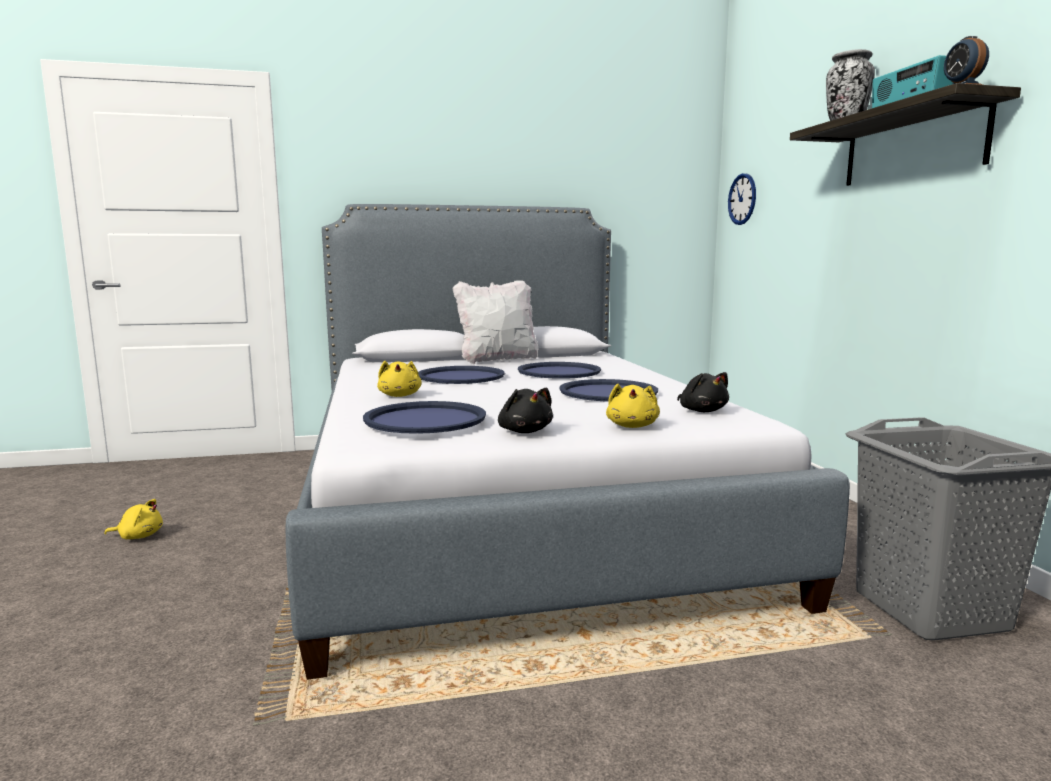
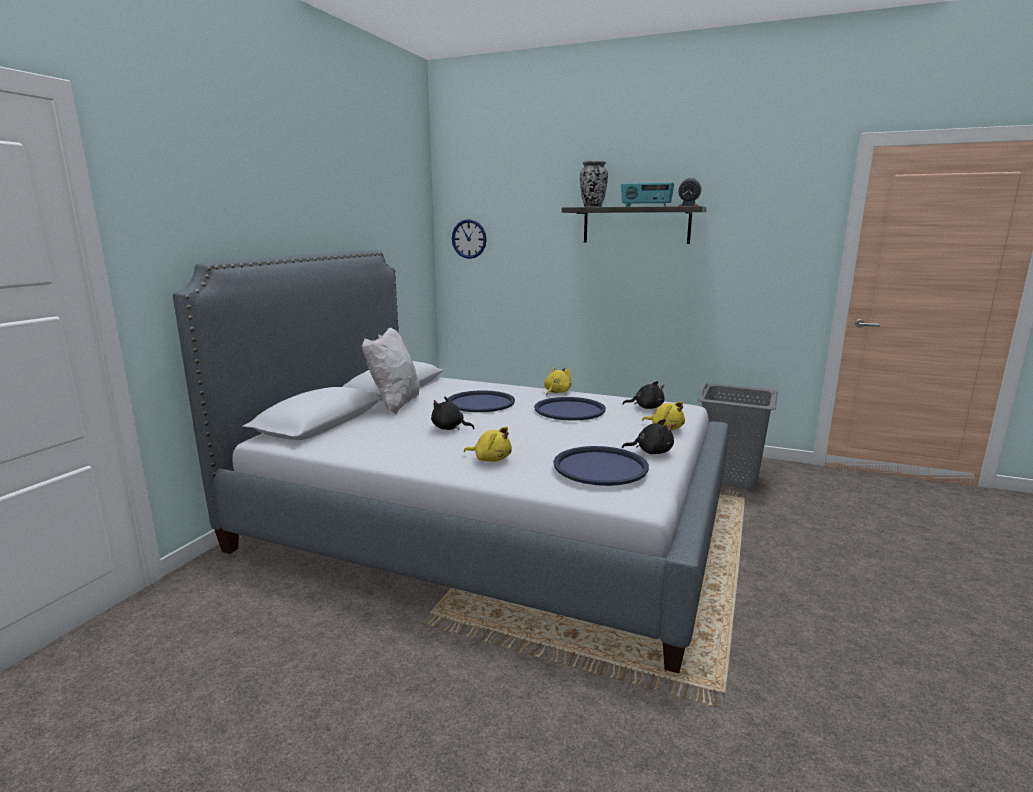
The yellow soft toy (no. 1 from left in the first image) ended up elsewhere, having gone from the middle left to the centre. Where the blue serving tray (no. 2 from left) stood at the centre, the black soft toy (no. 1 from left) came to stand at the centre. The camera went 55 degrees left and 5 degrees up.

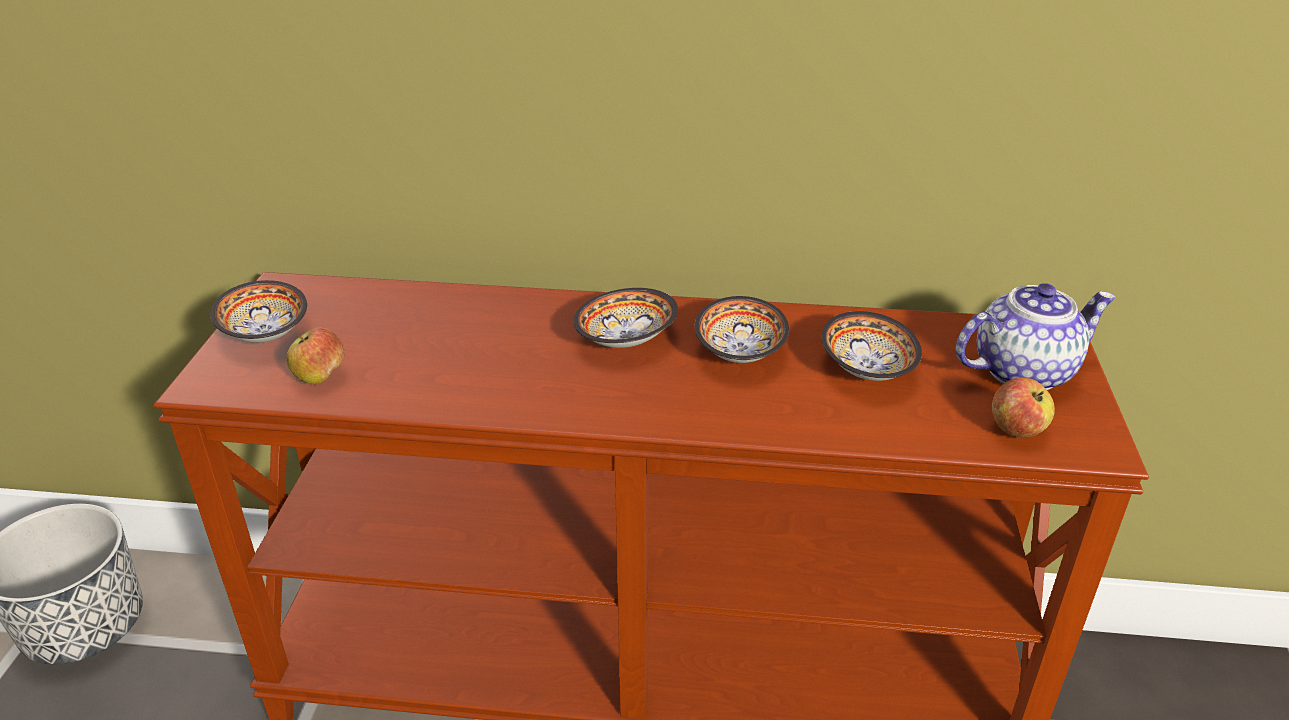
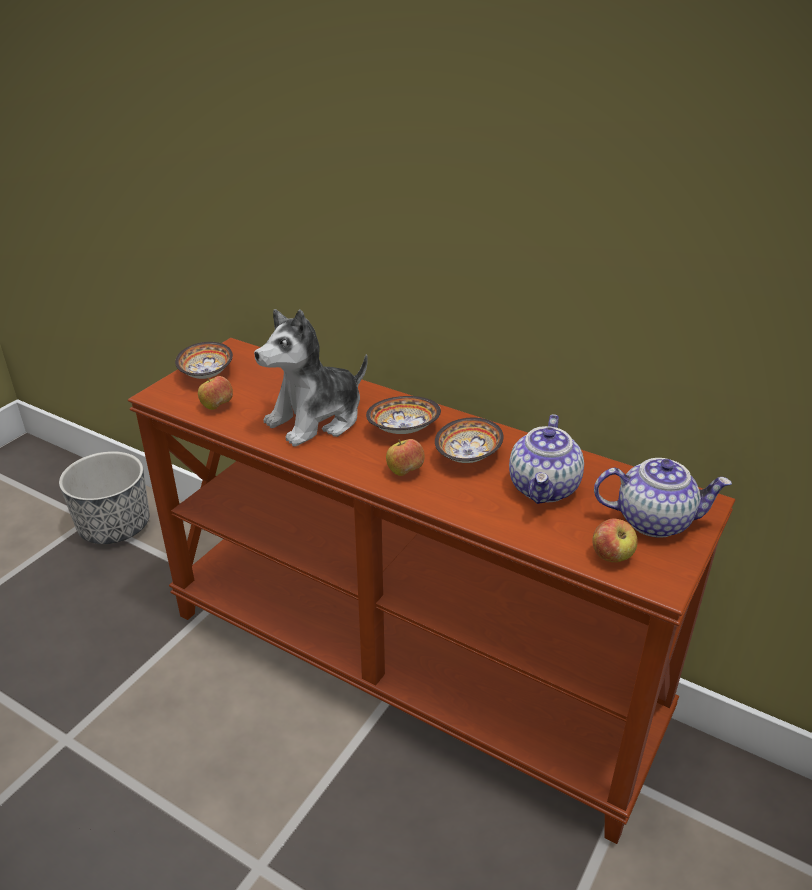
The second view gained the soft toy at the centre. The second view gained the whole apple (no. 2 from left) at the centre. Where the serving bowl (no. 4 from left) stood at the middle right, the pot for tea (no. 1 from left) came to stand at the middle right. The camera went 25 degrees right and 0 degrees up.

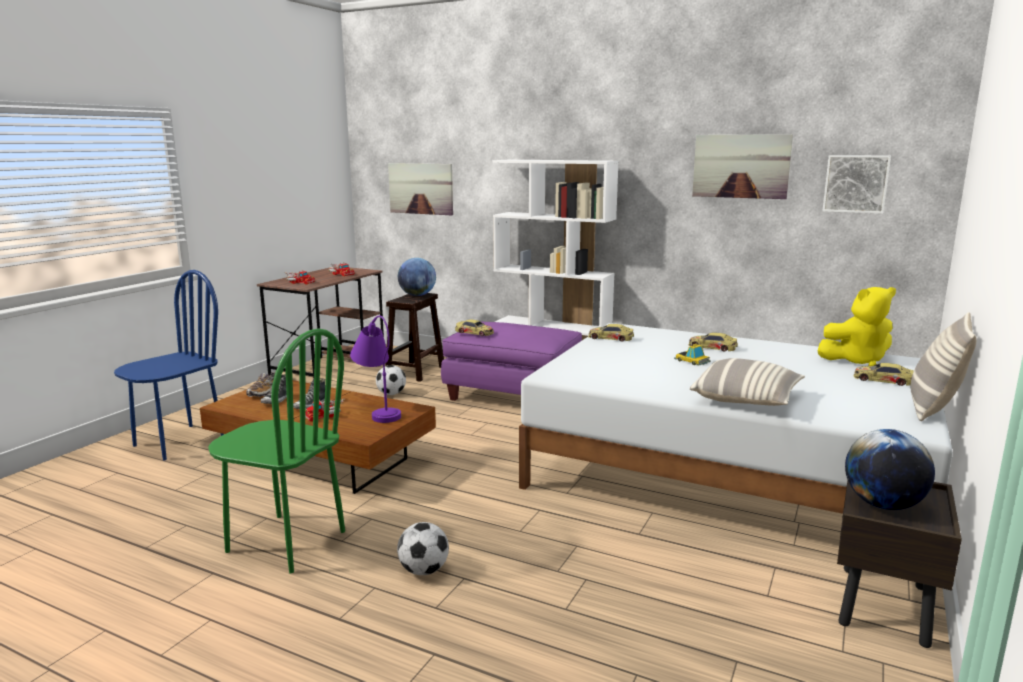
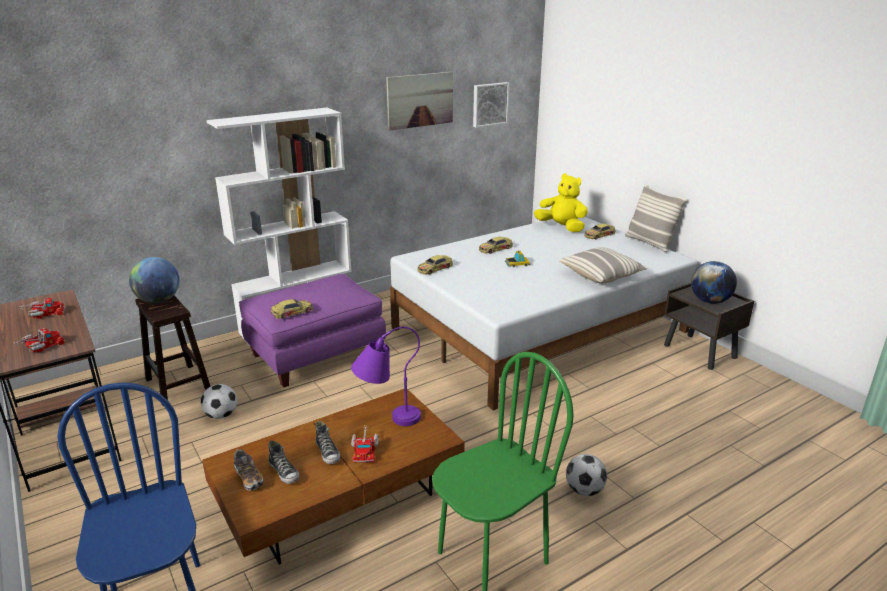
The second view lost the wall picture (no. 1 from left) at the top centre. The yellow soft toy at the middle right ended up facing another way, 75 degrees counterclockwise from before. The camera went 60 degrees left and 10 degrees up.

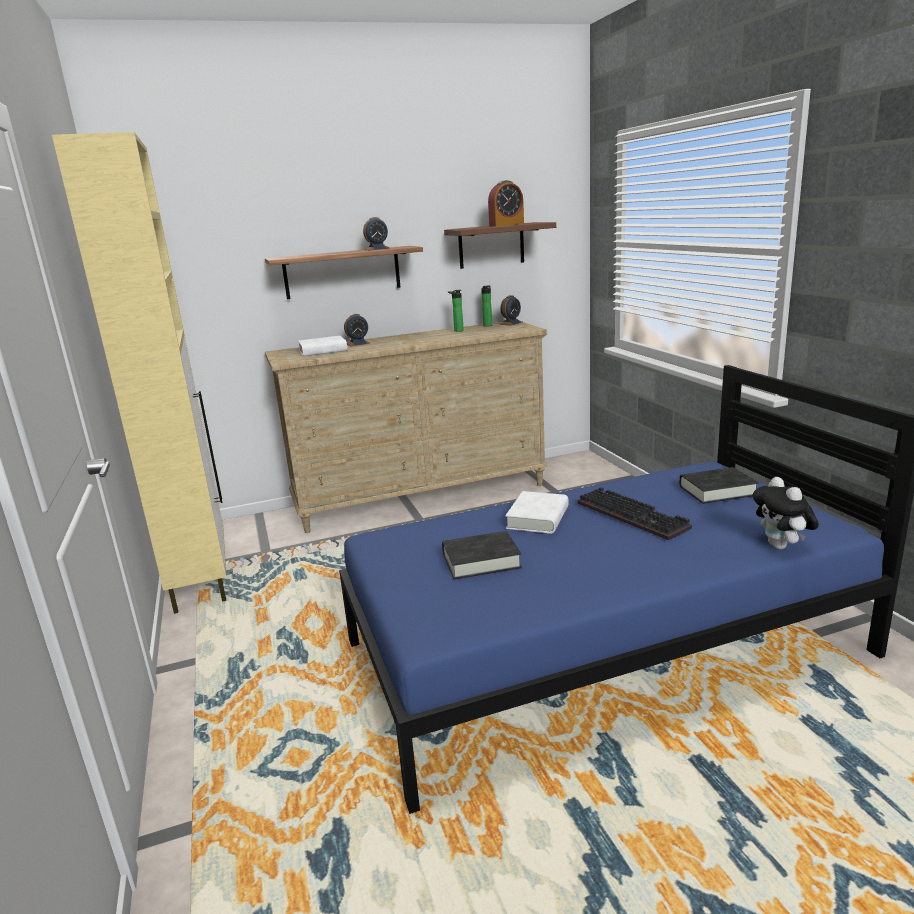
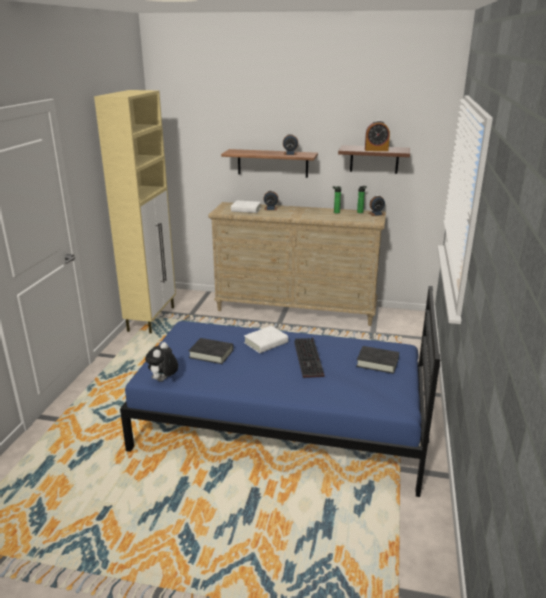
The soft toy ended up elsewhere, having gone from the middle right to the middle left. The camera went 30 degrees right and 5 degrees up.

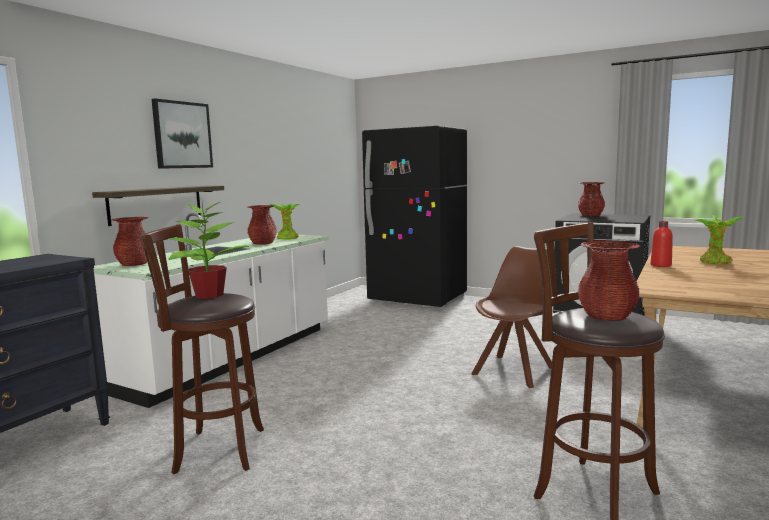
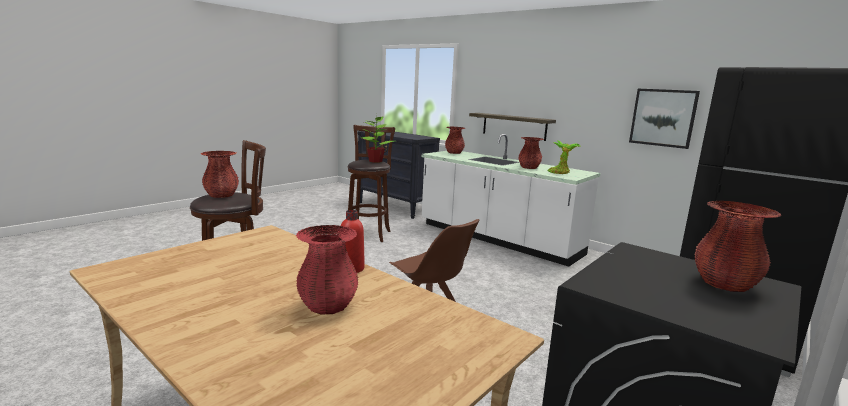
The wall picture ended up elsewhere, having gone from the top left to the top right. Where the potted plant (no. 3 from left) stood at the middle right, the red flower vase (no. 2 from left) came to stand at the centre. The camera went 100 degrees right and 5 degrees up.

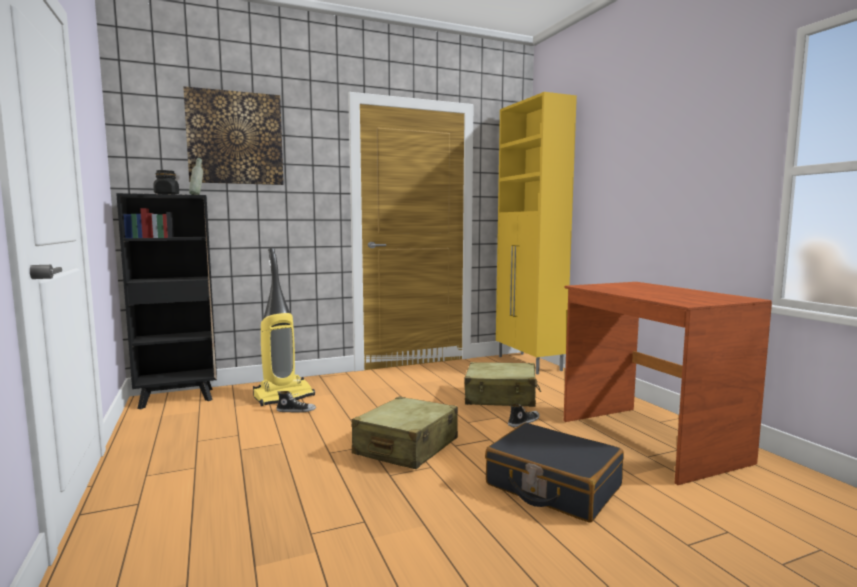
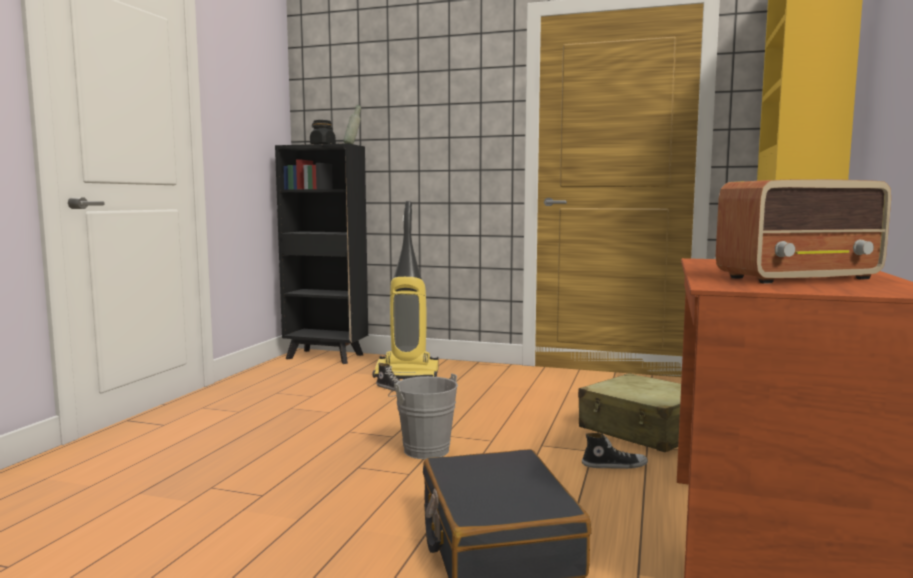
The second view lost the wall picture at the top left. The second view gained the radio set at the middle right. Where the sand-coloured travel case (no. 1 from left) stood at the bottom centre, the gray bucket came to stand at the bottom centre. The camera went 40 degrees right and 0 degrees up.

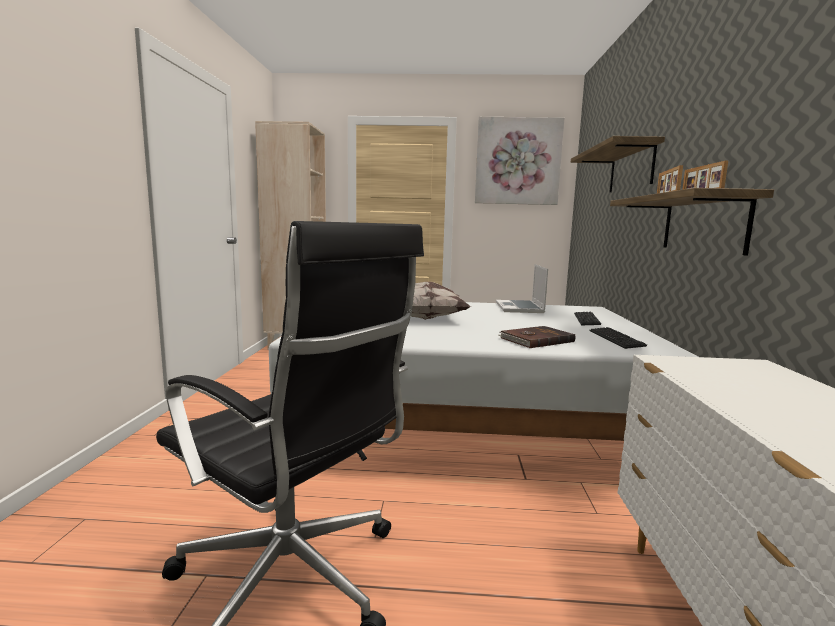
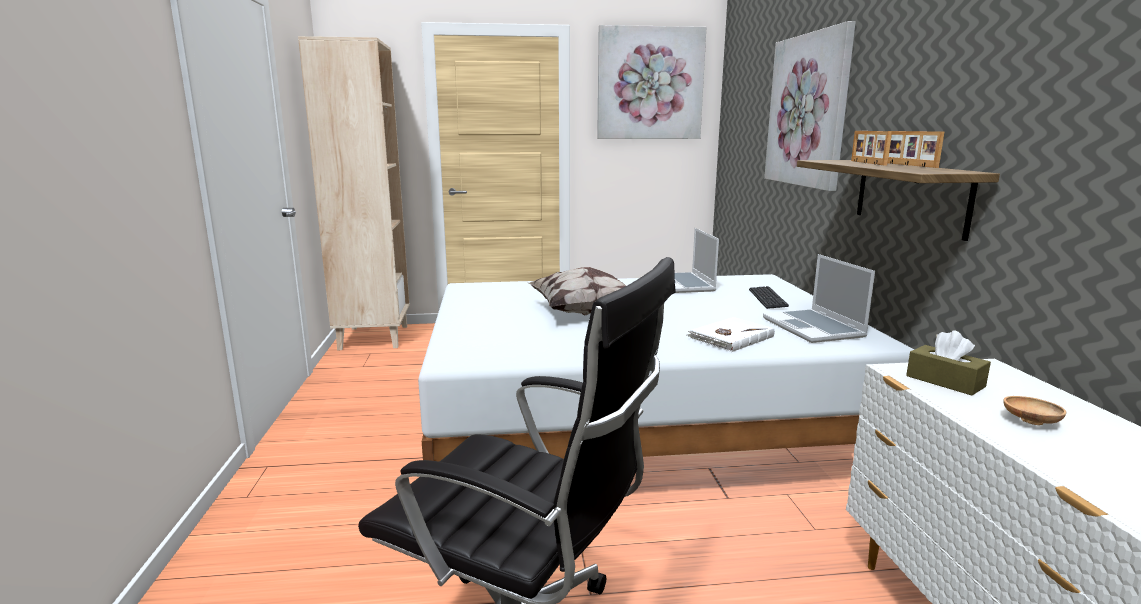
The second view gained the brown-coloured tissue box at the middle right. The second view gained the brown-coloured serving bowl at the bottom right. Where the wall shelf (no. 1 from left) hung at the top right, the wall picture (no. 2 from left) came to hang at the top right. Where the computer keyboard (no. 2 from left) stood at the middle right, the laptop (no. 2 from left) came to stand at the middle right. What was the brown-coloured volume at the centre turned into the white volume at the centre. The camera went 10 degrees left and 5 degrees up.

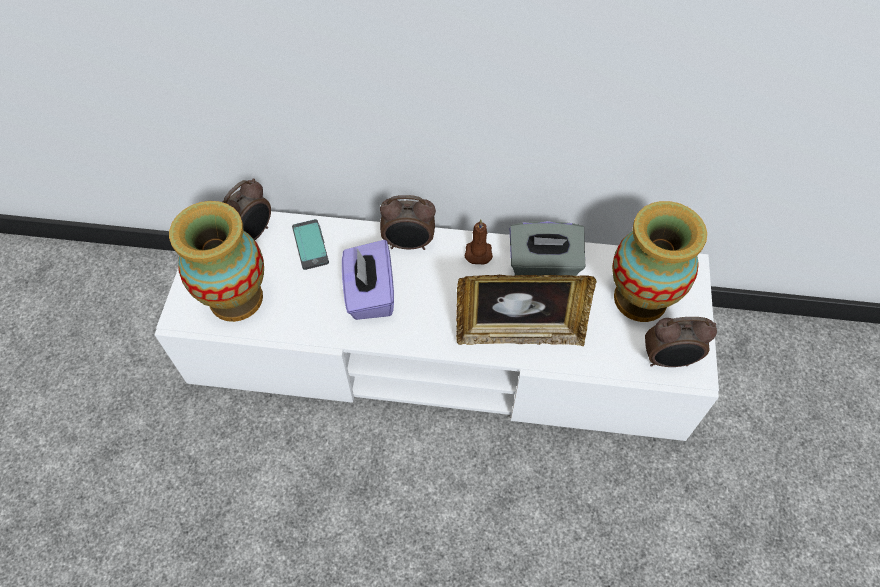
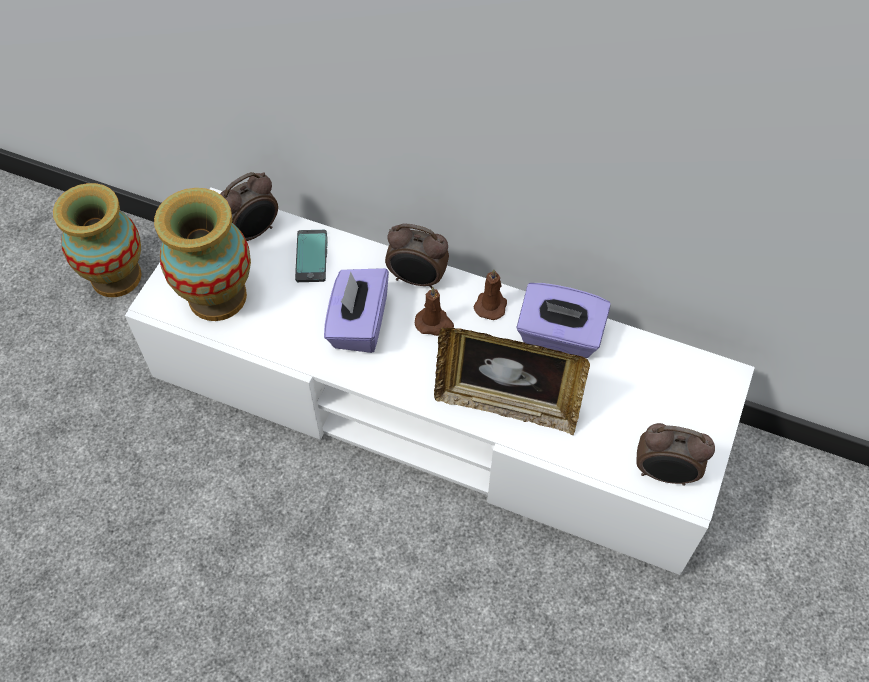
The second view gained the brown-coloured candle (no. 1 from left) at the centre. The flower vase (no. 2 from left in the first image) ended up elsewhere, having gone from the middle right to the middle left. What was the gray tissue box at the centre turned into the purplish tissue box (no. 2 from left) at the centre. The camera went 15 degrees right and 0 degrees up.

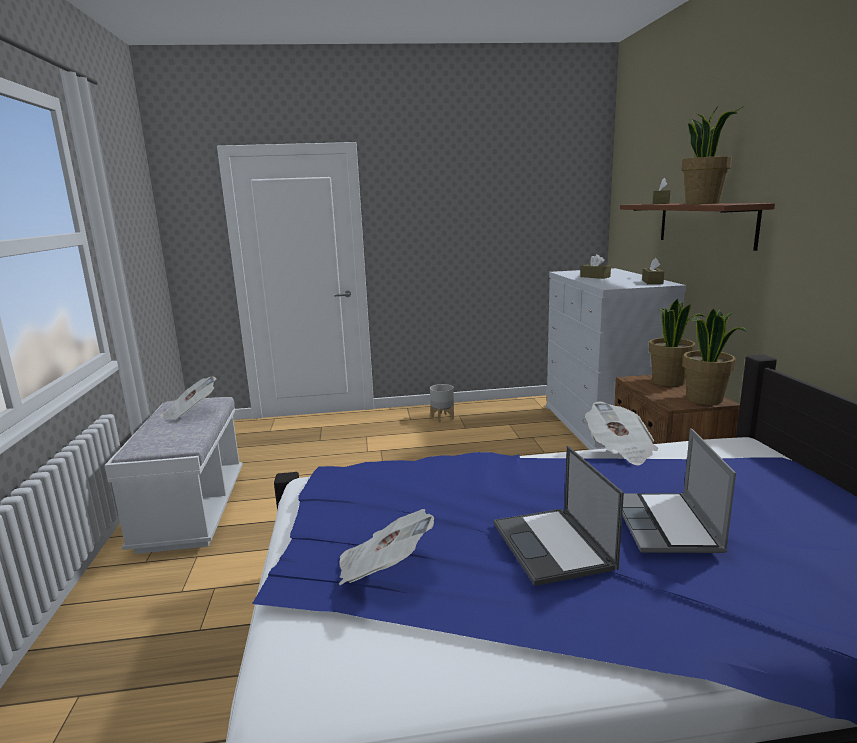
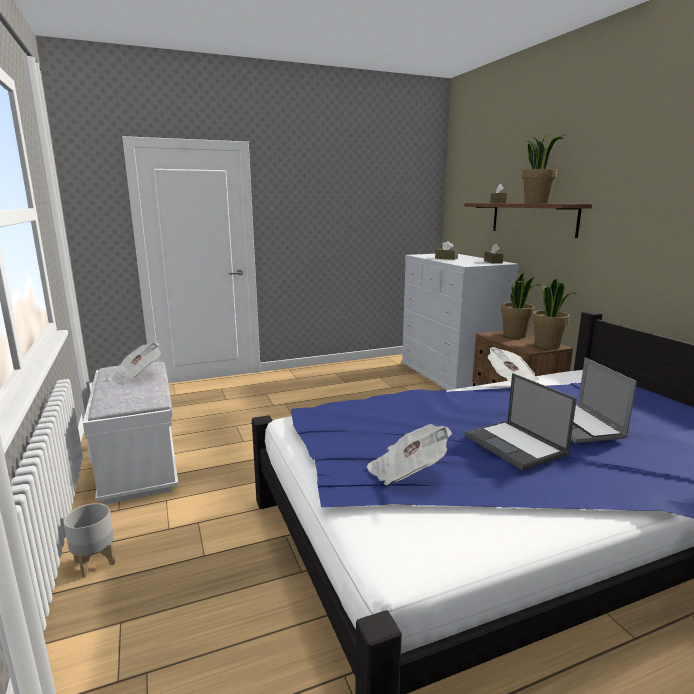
The gray plant pot ended up elsewhere, having gone from the centre to the bottom left. The camera went 15 degrees left and 0 degrees up.

